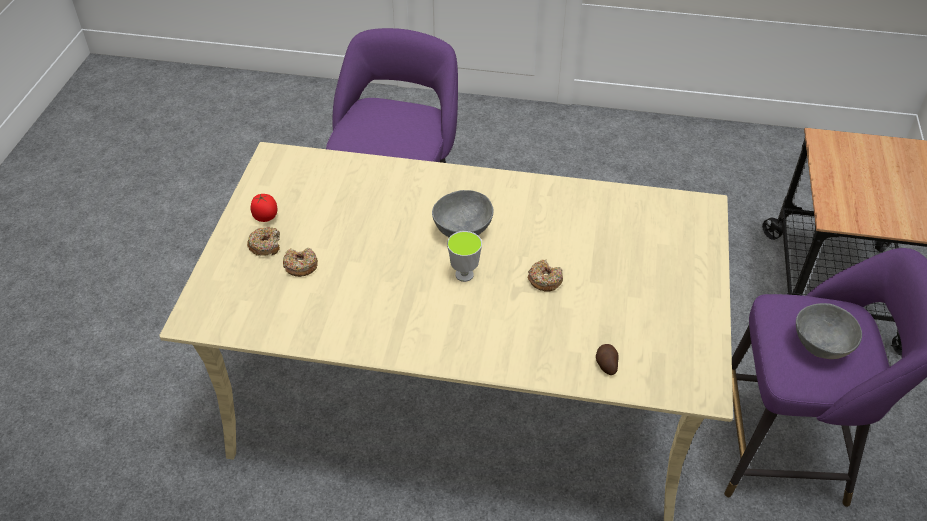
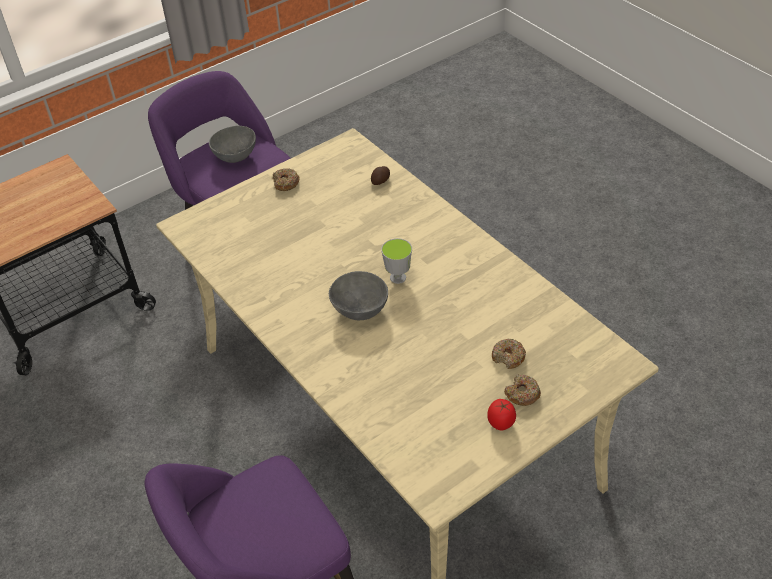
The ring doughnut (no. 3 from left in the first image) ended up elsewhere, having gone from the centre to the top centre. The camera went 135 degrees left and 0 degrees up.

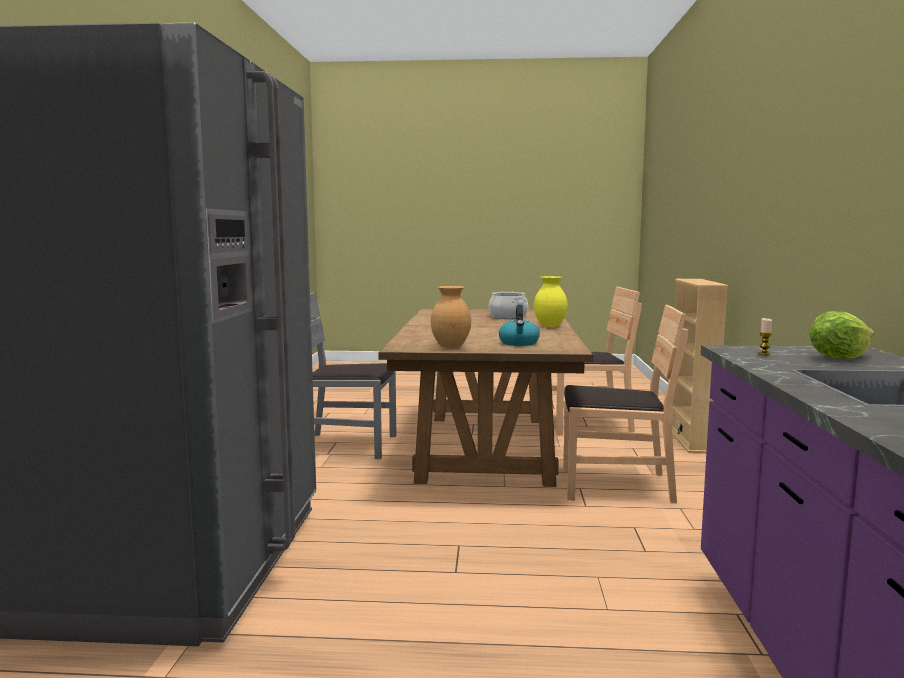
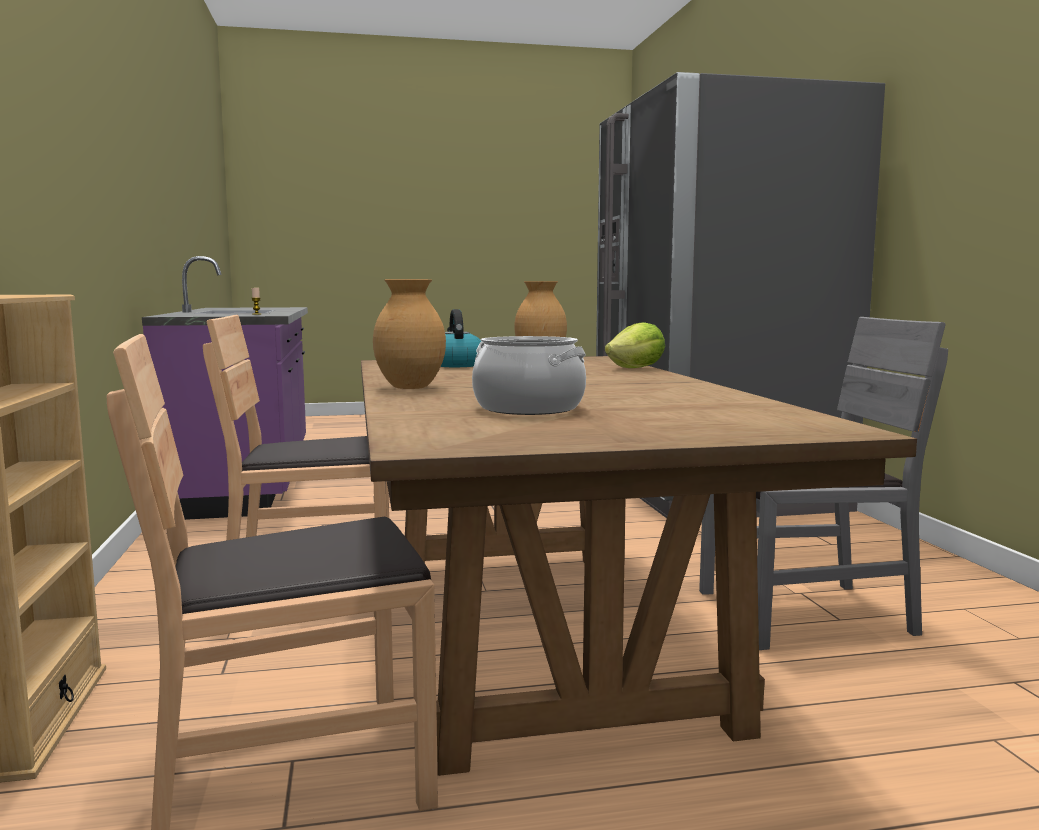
The lettuce head ended up elsewhere, having gone from the middle right to the centre. What was the yellow flower vase at the centre turned into the brown-coloured flower vase (no. 1 from left) at the centre. The camera went 165 degrees right and 0 degrees up.

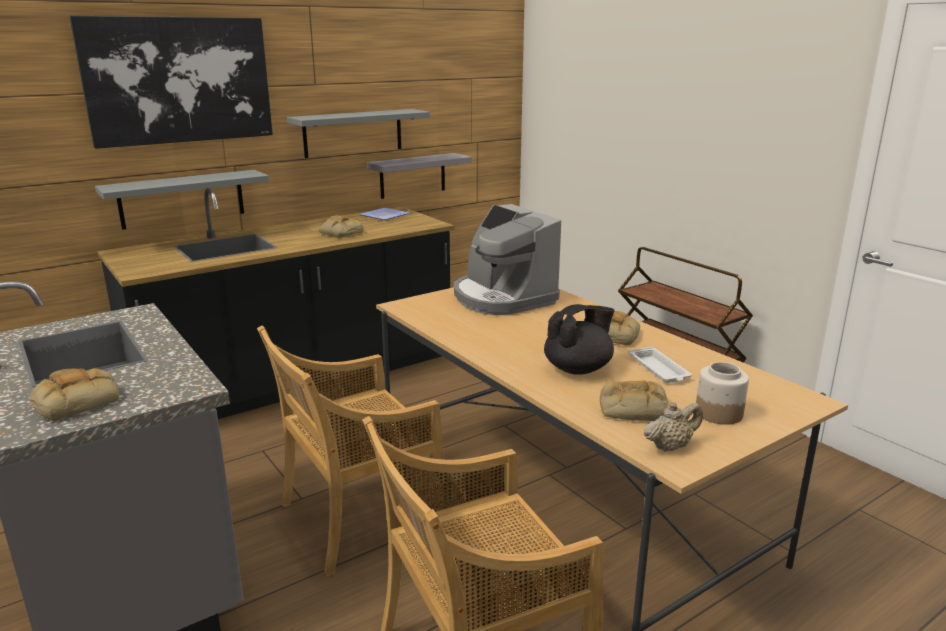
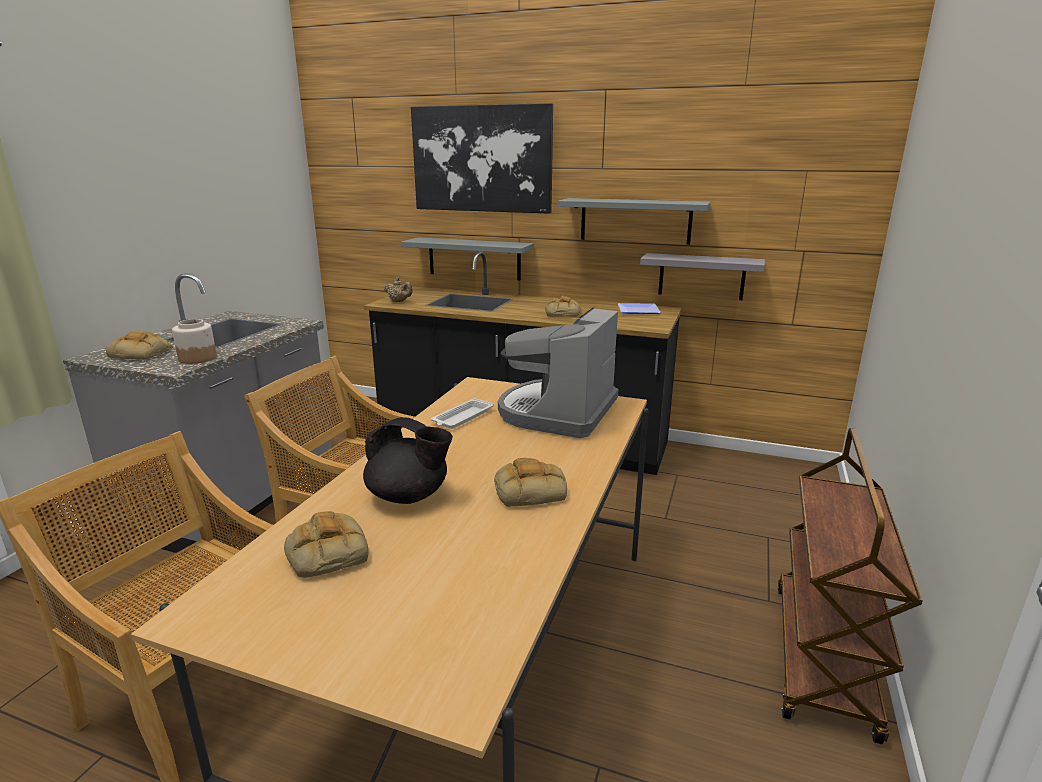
The white serving tray ended up elsewhere, having gone from the middle right to the centre. The sand-coloured pot for tea ended up elsewhere, having gone from the bottom right to the centre. The preserve jar ended up elsewhere, having gone from the middle right to the middle left. The camera went 55 degrees right and 0 degrees up.

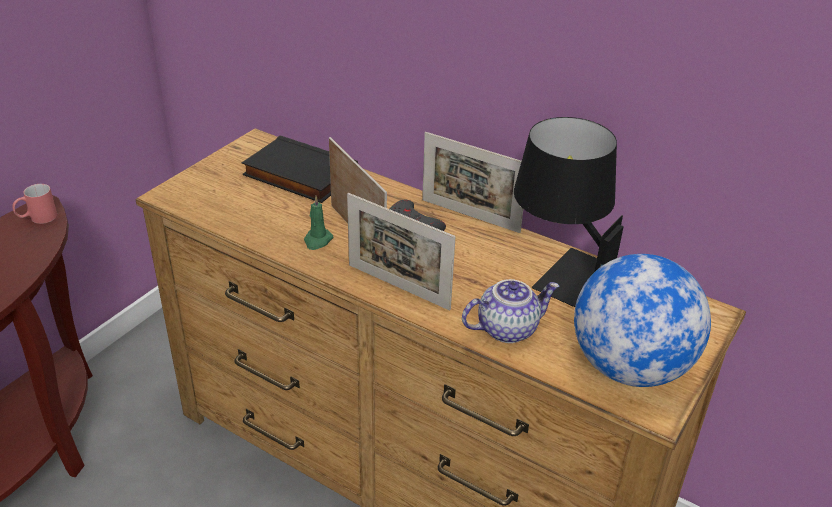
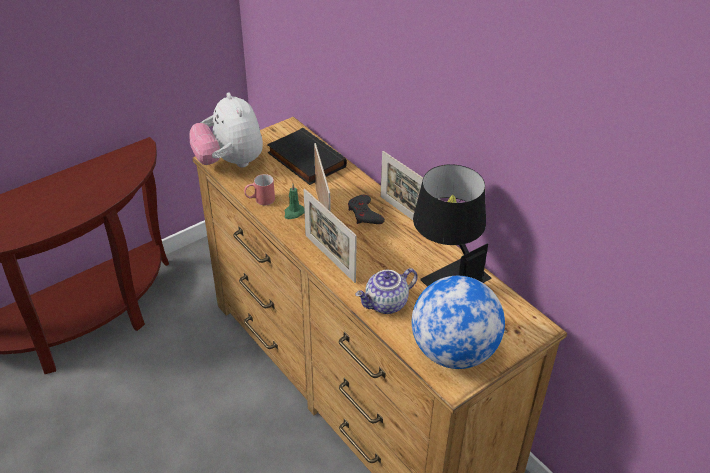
The second view gained the soft toy at the top left. The red tea mug ended up elsewhere, having gone from the middle left to the centre. The pot for tea at the centre ended up facing another way, 150 degrees clockwise from before. The camera went 20 degrees right and 5 degrees up.

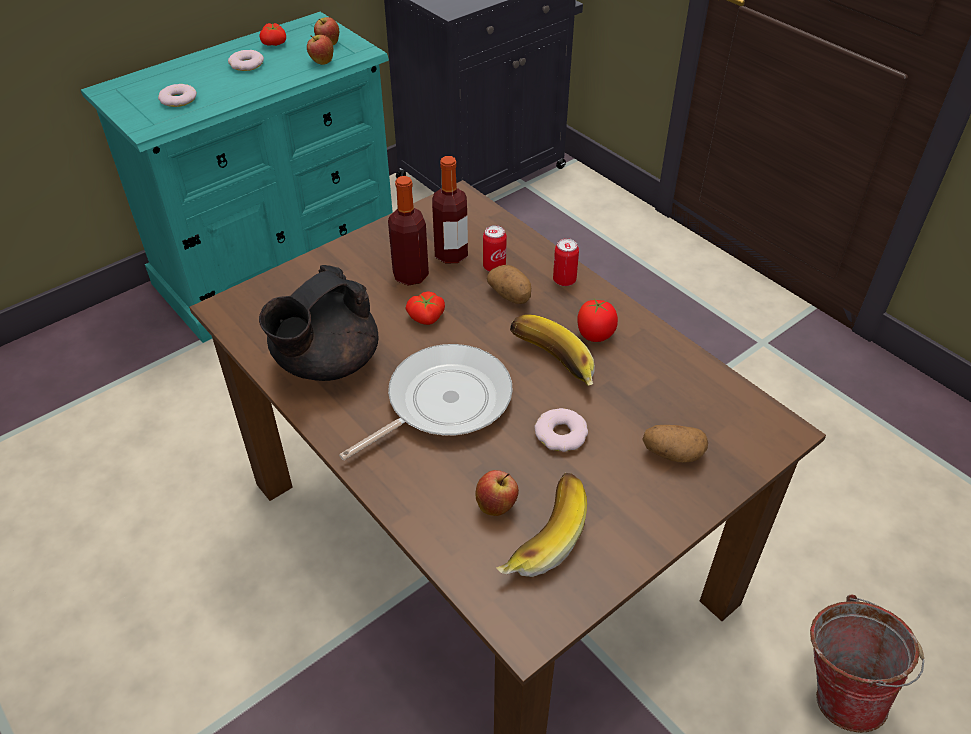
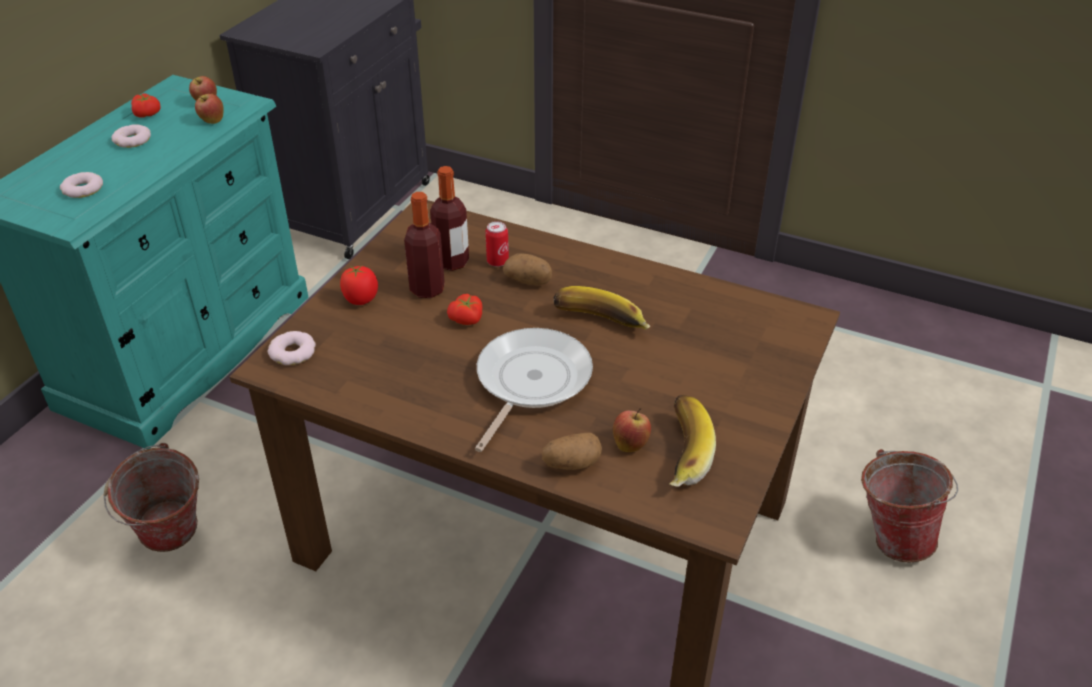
The second view lost the black pot for tea at the middle left. The second view lost the can (no. 2 from left) at the centre. The second view gained the bucket (no. 1 from left) at the bottom left. The ring doughnut (no. 3 from left) ended up elsewhere, having gone from the centre to the middle left. The fresh tomato (no. 3 from left in the first image) ended up elsewhere, having gone from the centre to the middle left. The whole potato (no. 2 from left) ended up elsewhere, having gone from the middle right to the centre. The camera went 25 degrees left and 5 degrees down.

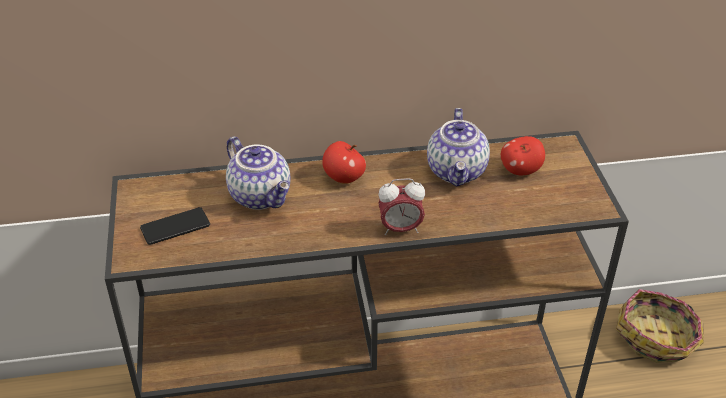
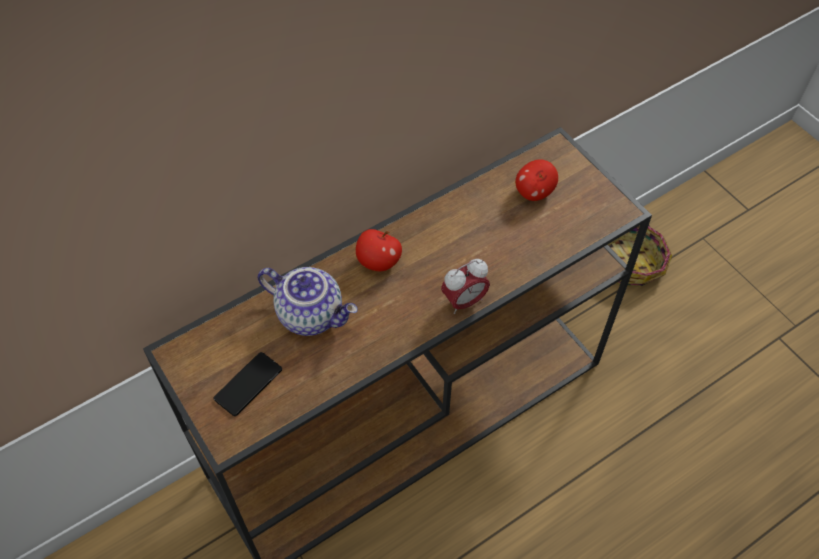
The second view lost the pot for tea (no. 2 from left) at the centre. The camera went 25 degrees left and 15 degrees up.

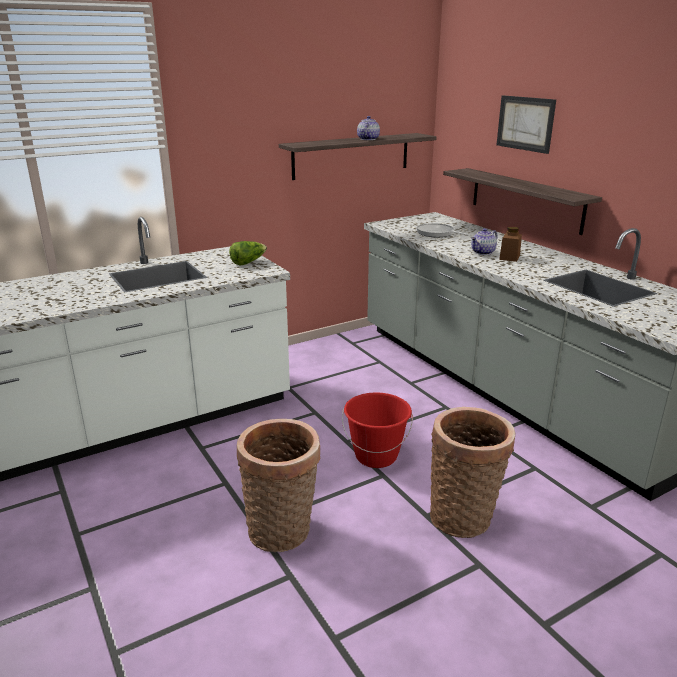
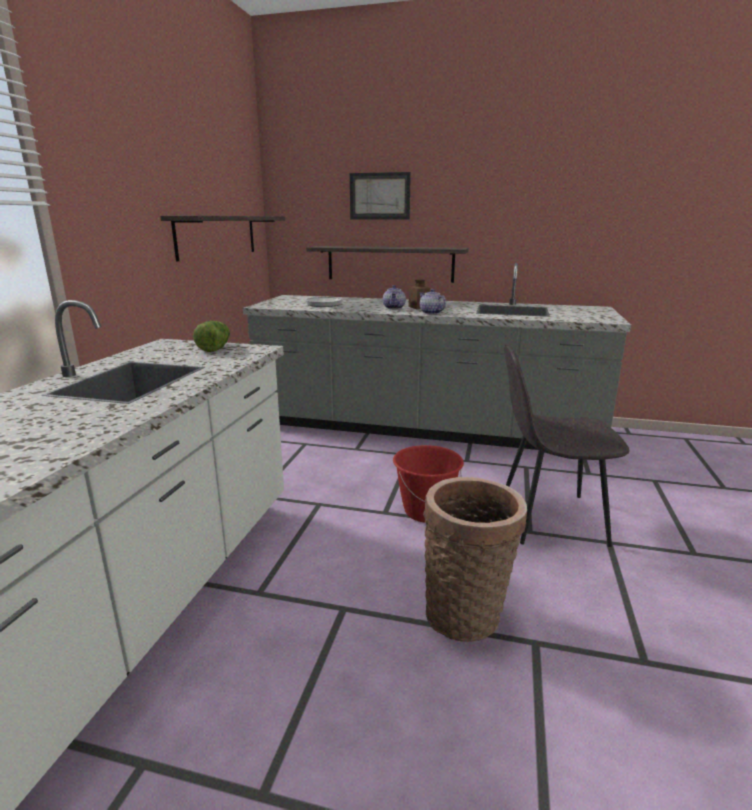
The pot for tea (no. 1 from left in the first image) ended up elsewhere, having gone from the top centre to the centre. Where the household basket (no. 2 from left) stood at the bottom right, the gray chair came to stand at the middle right. The camera went 45 degrees left and 5 degrees down.

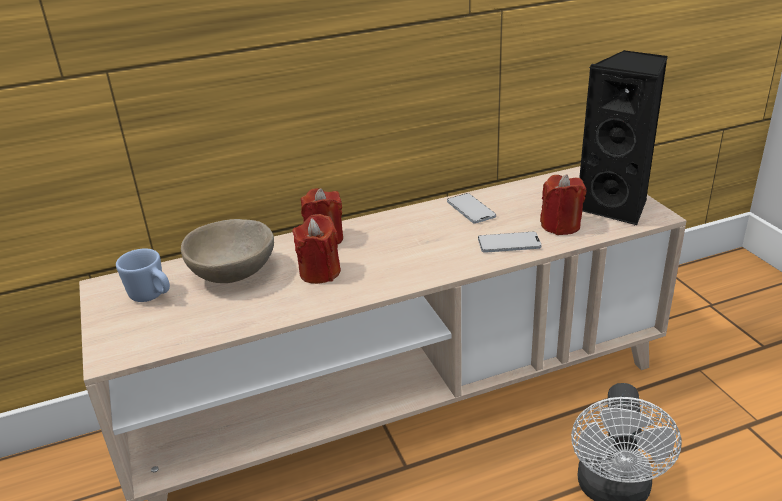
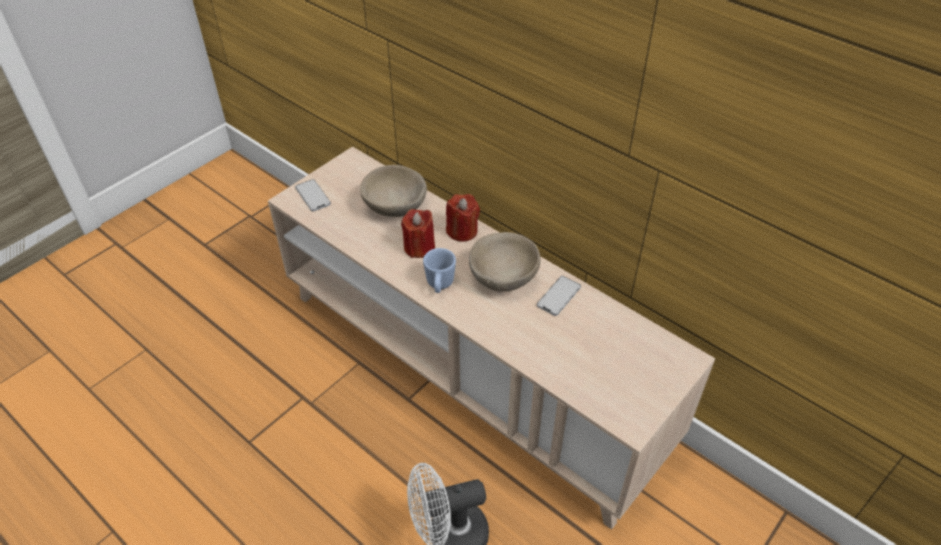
The second view lost the red candle (no. 3 from left) at the middle right. The second view lost the black audio speaker at the top right. The second view gained the sand-coloured serving bowl (no. 2 from left) at the centre. The blue tea mug ended up elsewhere, having gone from the middle left to the centre. The phone (no. 2 from left in the first image) ended up elsewhere, having gone from the centre to the middle left. The camera went 60 degrees right and 15 degrees up.

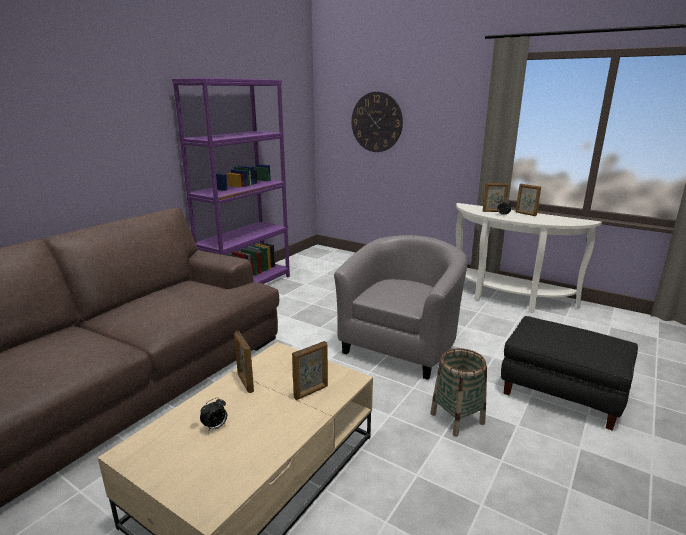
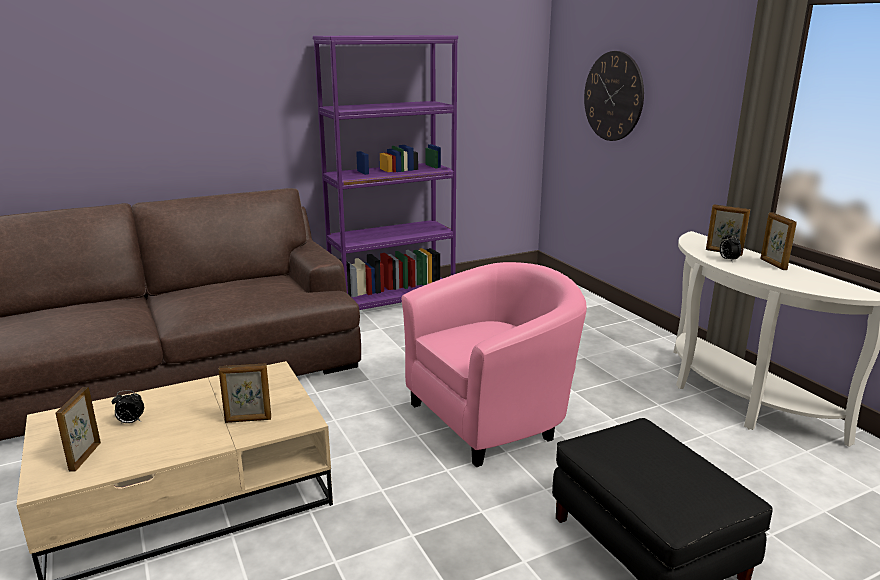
The second view lost the household basket at the bottom right. The photo frame (no. 1 from left) ended up elsewhere, having gone from the bottom centre to the bottom left. What was the gray lounge chair at the centre turned into the pink lounge chair at the centre. The camera went 30 degrees right and 0 degrees up.

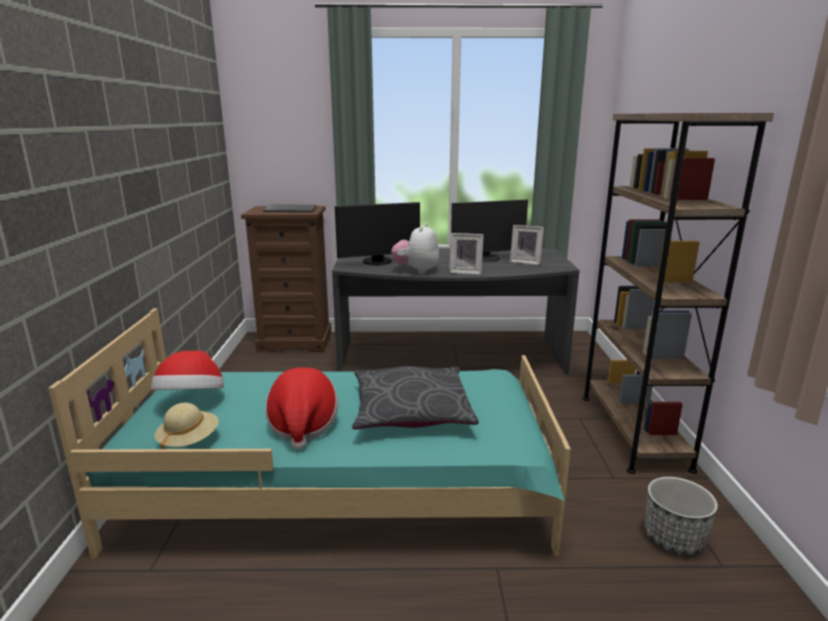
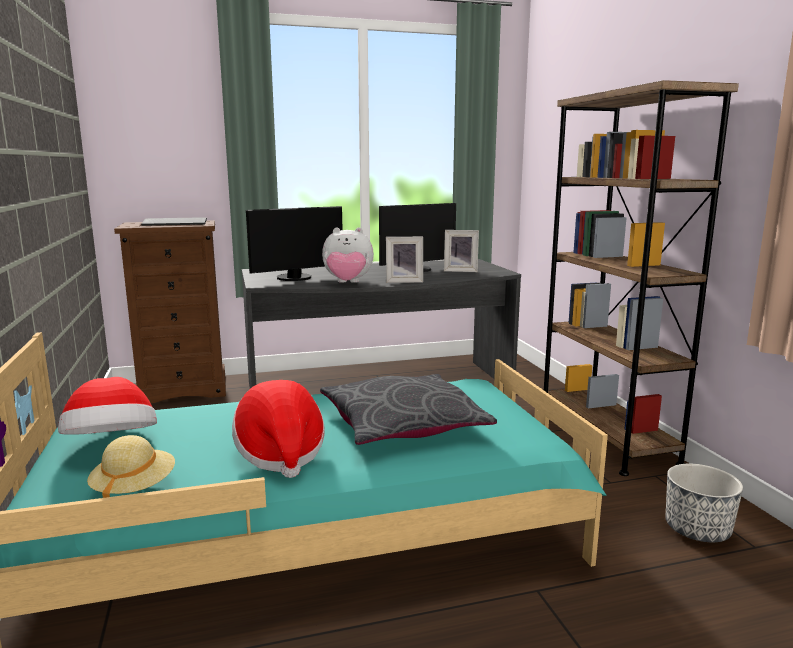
The soft toy at the centre ended up facing another way, 90 degrees counterclockwise from before. The camera went 15 degrees left and 5 degrees down.

